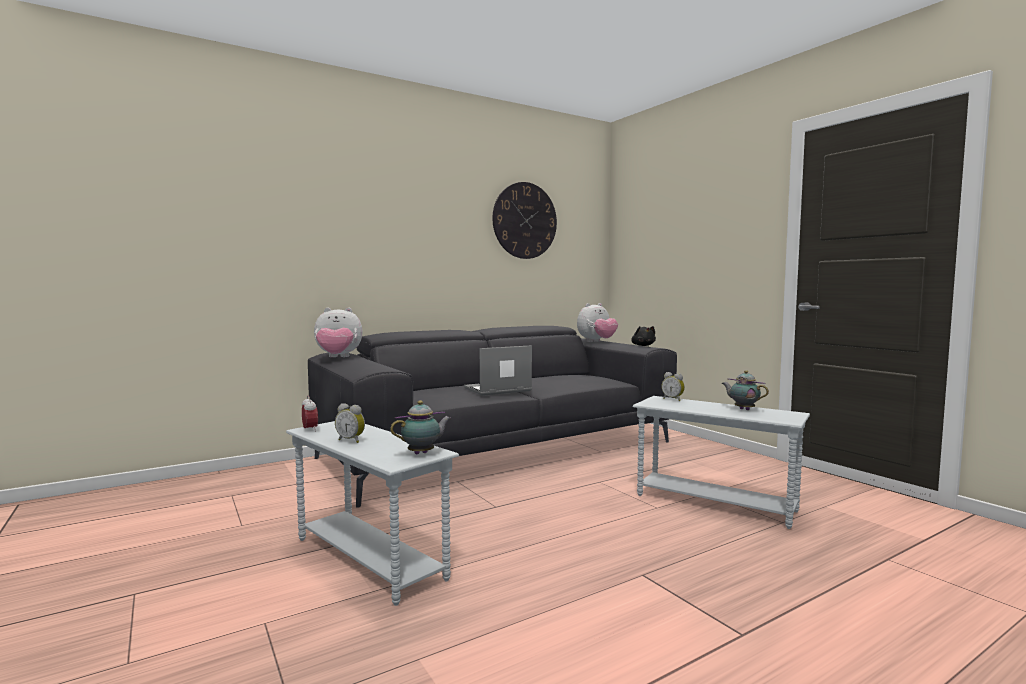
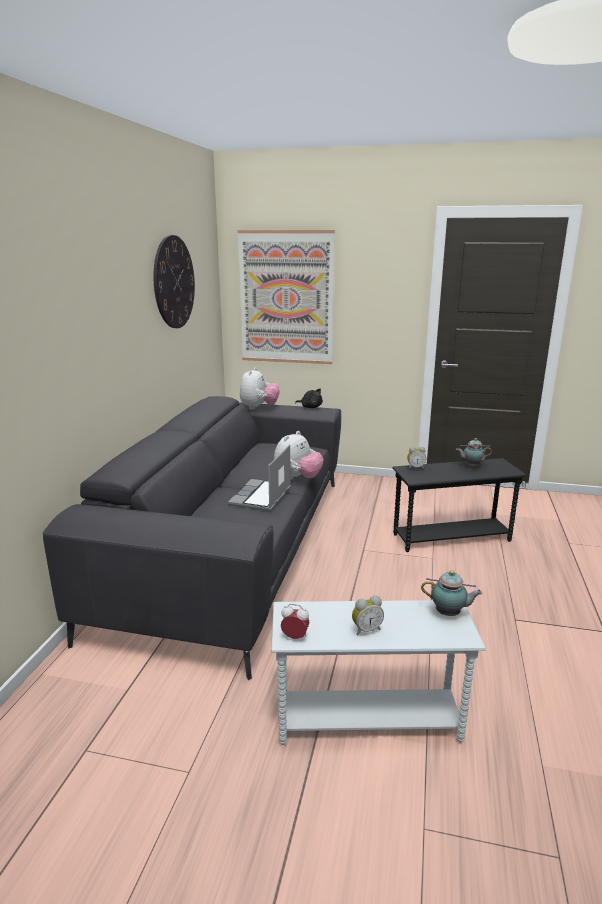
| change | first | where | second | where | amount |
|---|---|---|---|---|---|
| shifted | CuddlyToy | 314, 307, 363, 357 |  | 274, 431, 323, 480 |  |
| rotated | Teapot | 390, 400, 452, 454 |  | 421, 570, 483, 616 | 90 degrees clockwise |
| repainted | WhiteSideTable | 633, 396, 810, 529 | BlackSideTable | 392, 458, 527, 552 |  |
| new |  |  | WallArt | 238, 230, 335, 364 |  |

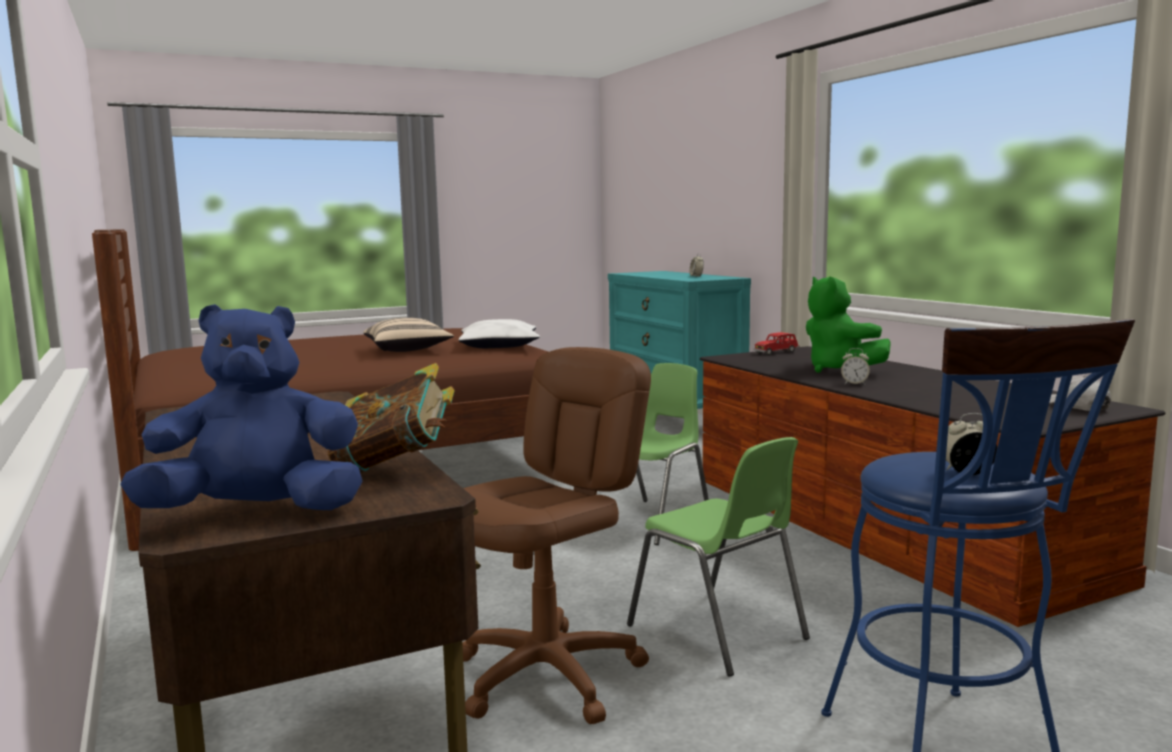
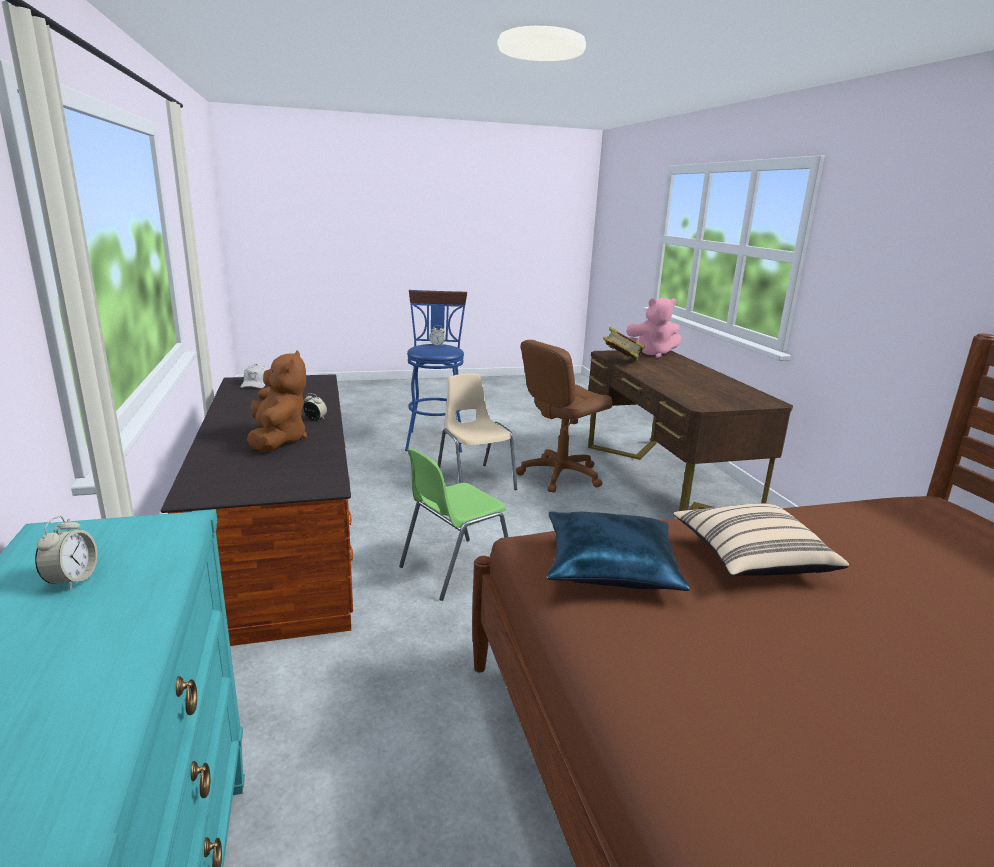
| change | first | where | second | where | amount |
|---|---|---|---|---|---|
| repainted | BlueColouredCuddlyToy | 120, 304, 363, 510 | PinkishCuddlyToy | 626, 298, 682, 358 |  |
| repainted | WhitePillow | 458, 319, 540, 348 | BlueColouredPillow | 547, 511, 690, 591 |  |
| repainted | GreenUprightChair | 627, 437, 810, 676 | BeigeColouredUprightChair | 438, 373, 517, 490 |  |
| gone | RedColouredToyCar | 753, 332, 800, 355 |  |  |  |
| repainted | GreenCuddlyToy | 806, 277, 891, 373 | BrownColouredCuddlyToy | 247, 350, 307, 452 |  |

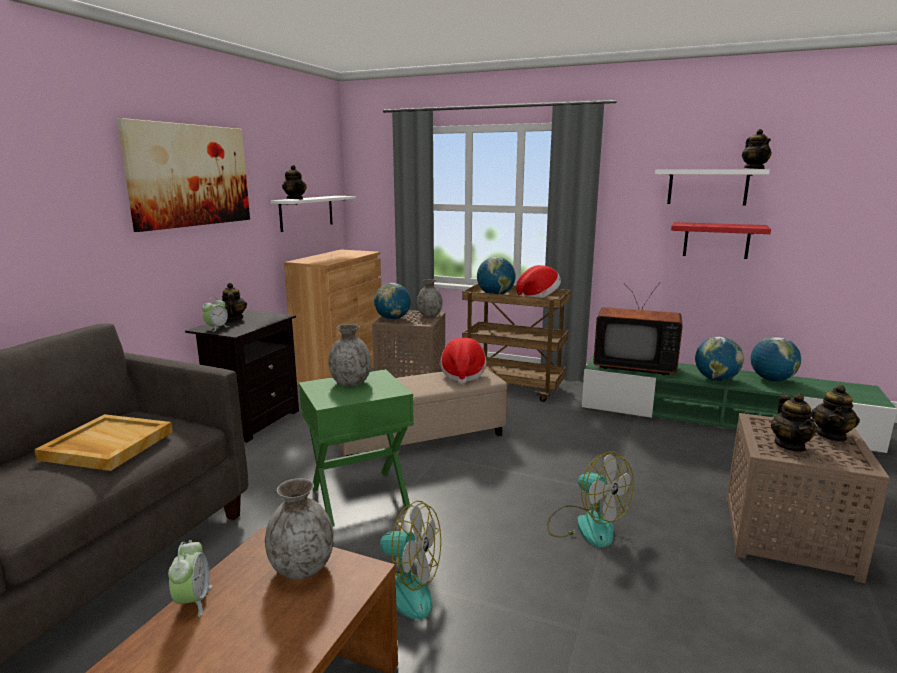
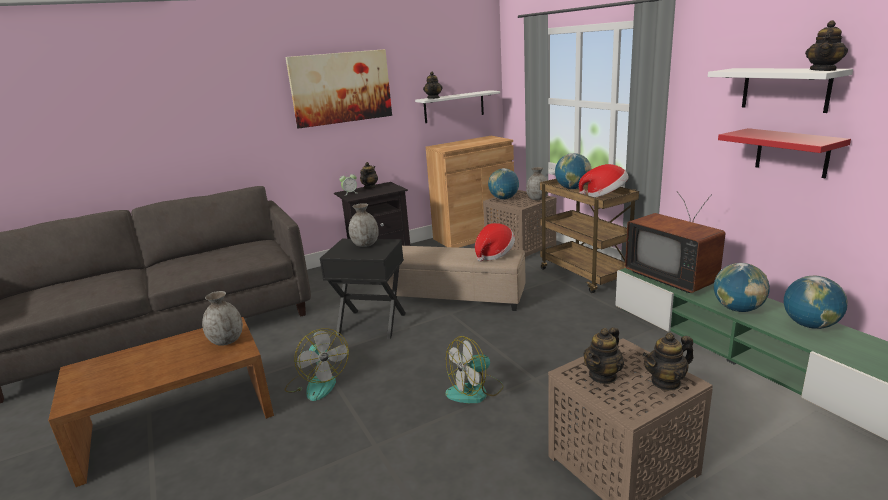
| change | first | where | second | where | amount |
|---|---|---|---|---|---|
| gone | BeigeColouredTray | 34, 414, 173, 471 |  |  |  |
| gone | BedsideClock | 168, 540, 212, 617 |  |  |  |
| repainted | GreenSideTable | 299, 369, 414, 526 | BlackSideTable | 320, 239, 406, 339 |  |
| rotated | CoolingFan | 547, 452, 634, 548 |  | 445, 336, 504, 403 | 60 degrees clockwise |

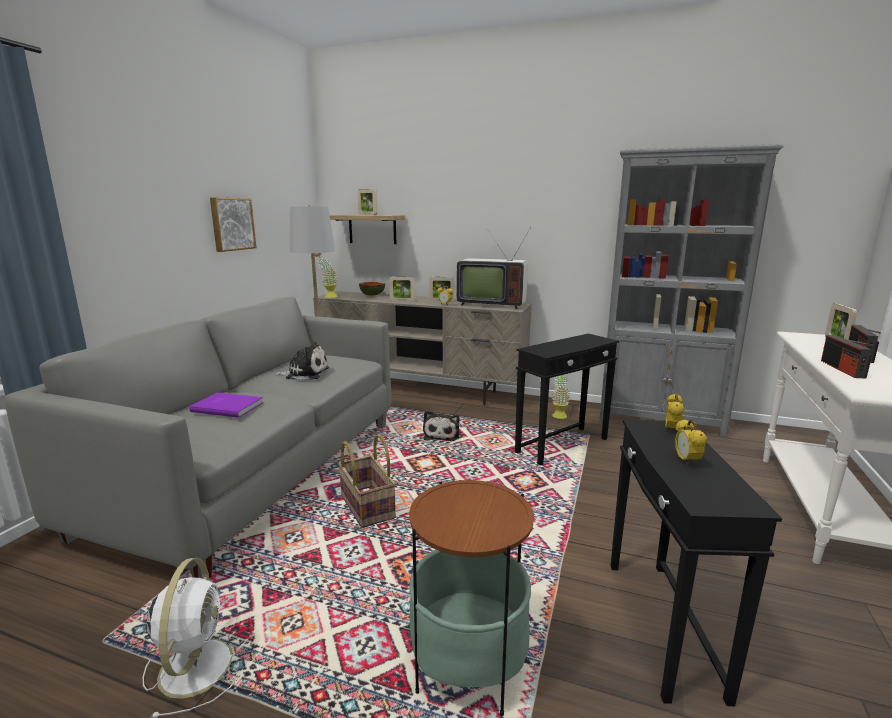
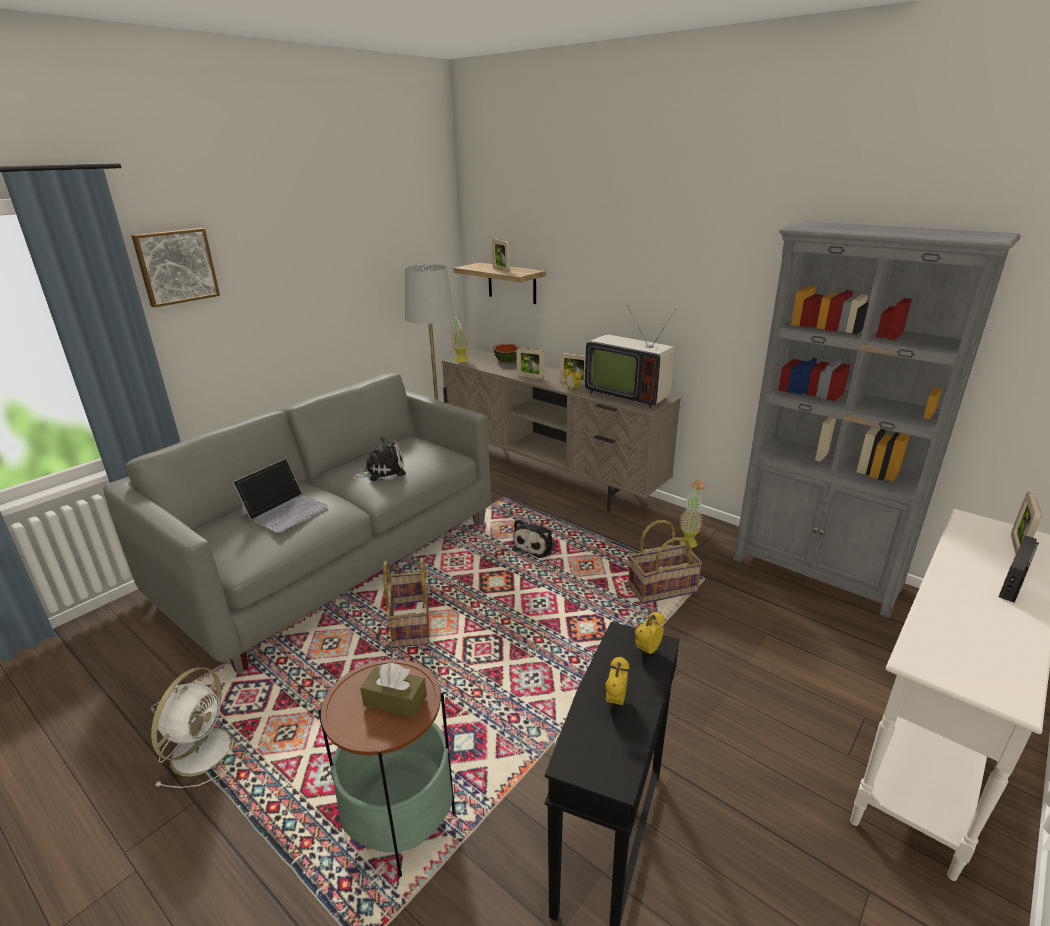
| change | first | where | second | where | amount |
|---|---|---|---|---|---|
| swapped | PurpleColouredVolume | 189, 393, 264, 418 | NotebookComputer | 232, 458, 328, 533 |  |
| shifted | WallArt | 210, 198, 257, 252 |  | 131, 228, 220, 308 |  |
| rotated | CuddlyToy | 274, 342, 329, 381 |  | 351, 436, 406, 481 | 45 degrees counterclockwise |
| swapped | BlackSideTable | 515, 334, 619, 466 | Basket | 628, 520, 702, 604 |  |
| gone | RadioReceiver | 821, 335, 874, 379 |  |  |  |
| new |  |  | BrownColouredTissueBox | 360, 663, 427, 718 |  |

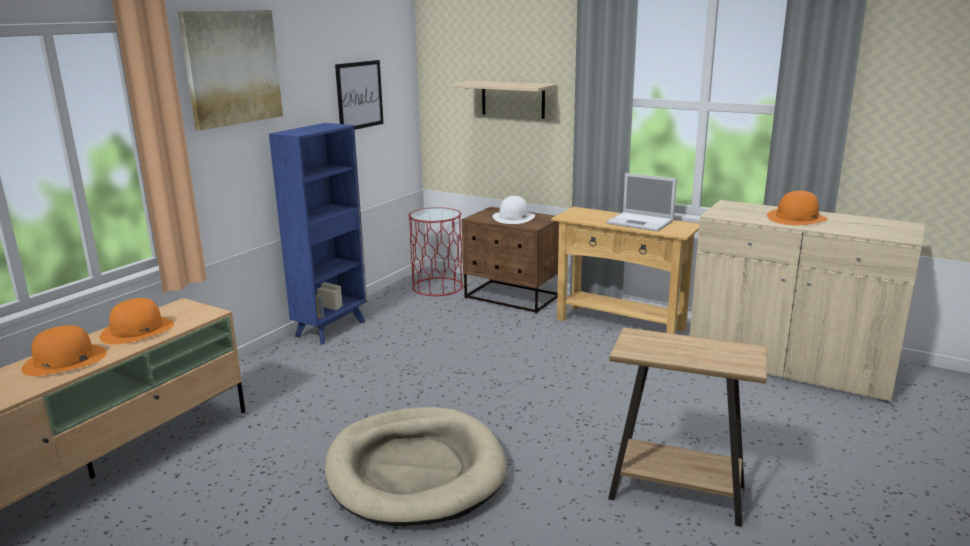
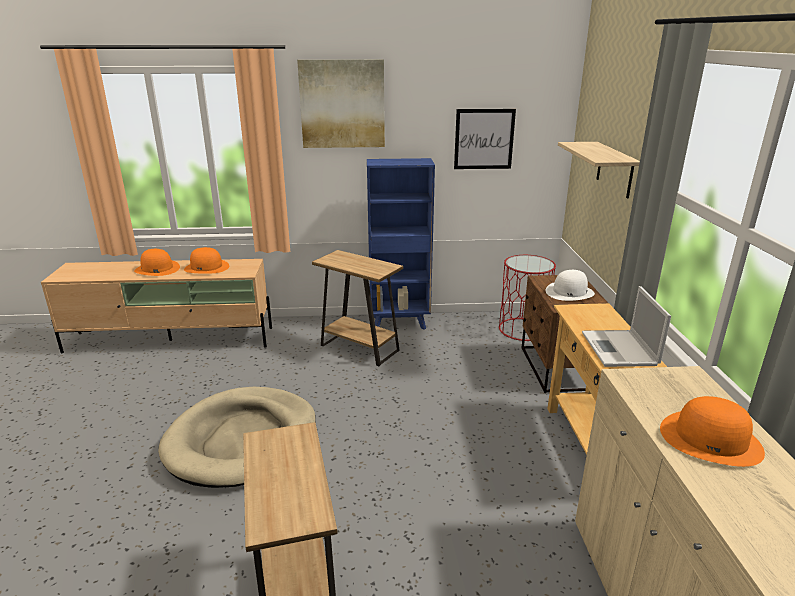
| change | first | where | second | where | amount |
|---|---|---|---|---|---|
| new |  |  | BrownColouredSideTable | 312, 250, 403, 366 |  |

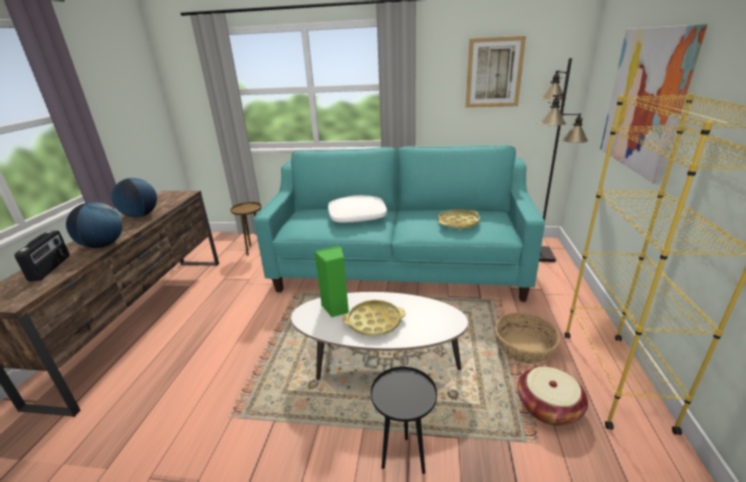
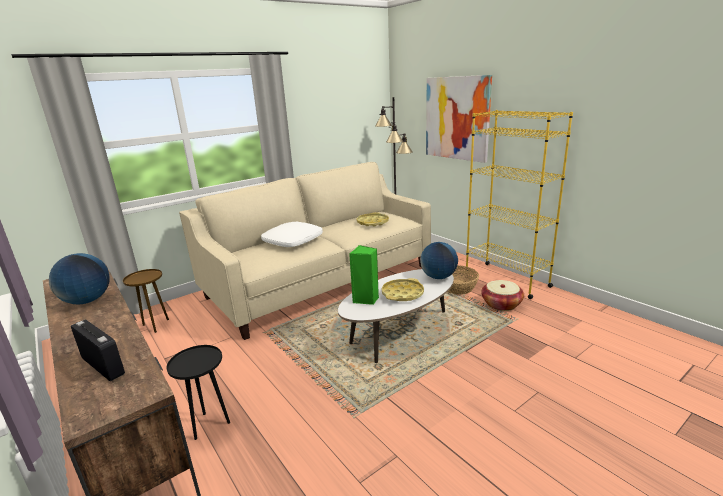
| change | first | where | second | where | amount |
|---|---|---|---|---|---|
| shifted | WorldGlobe | 66, 202, 123, 248 |  | 420, 242, 458, 279 |  |
| repainted | TurquoiseColouredCouch | 254, 145, 545, 302 | BeigeColouredCouch | 179, 162, 431, 340 |  |
| shifted | BlackSideTable | 371, 367, 437, 474 |  | 166, 345, 230, 440 |  |
| gone | WallArt | 466, 36, 526, 108 |  |  |  |

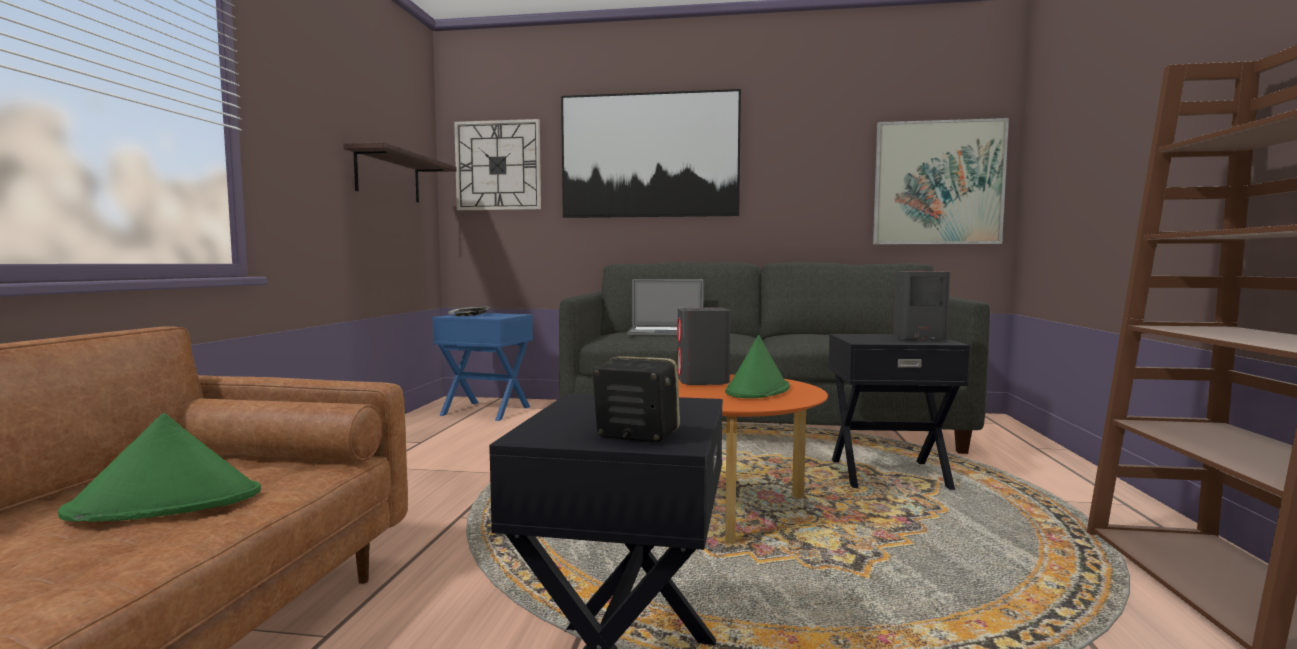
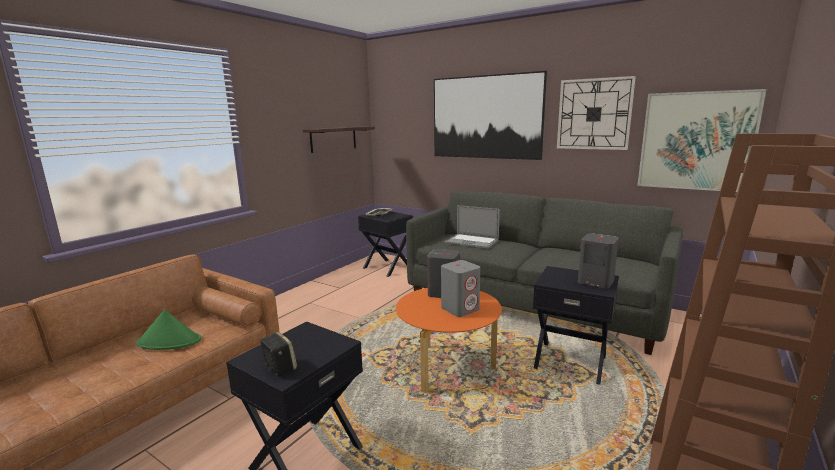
| change | first | where | second | where | amount |
|---|---|---|---|---|---|
| repainted | BlueColouredSideTable | 433, 313, 533, 421 | BlackSideTable | 358, 211, 413, 277 |  |
| shifted | ClockOnTheWall | 454, 119, 541, 210 |  | 557, 76, 636, 150 |  |
| swapped | GreenClothingHat | 725, 335, 789, 398 | GreyishSpeaker | 441, 260, 480, 317 |  |

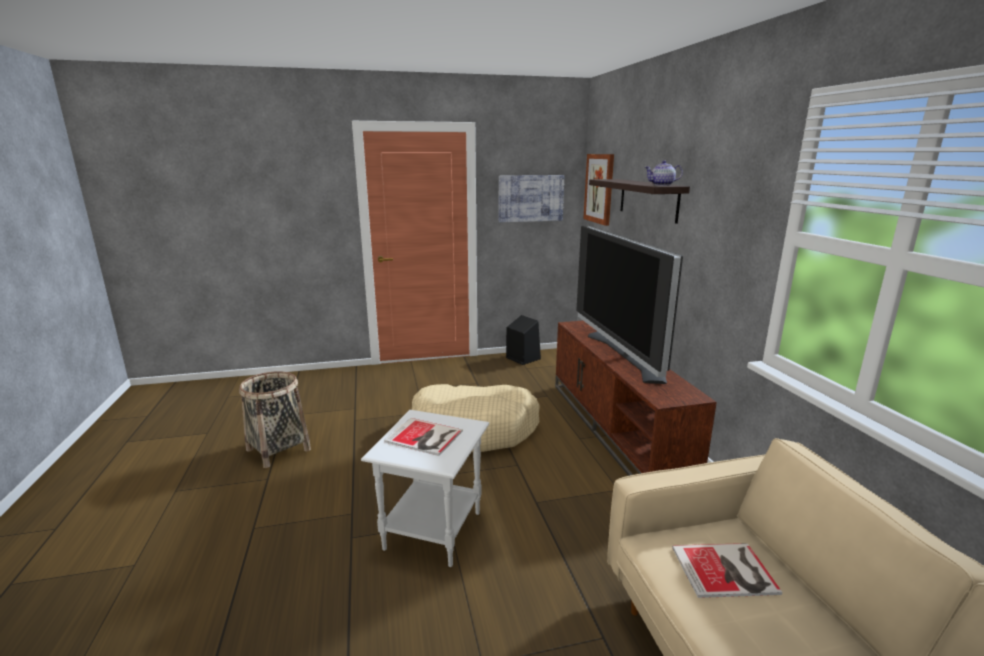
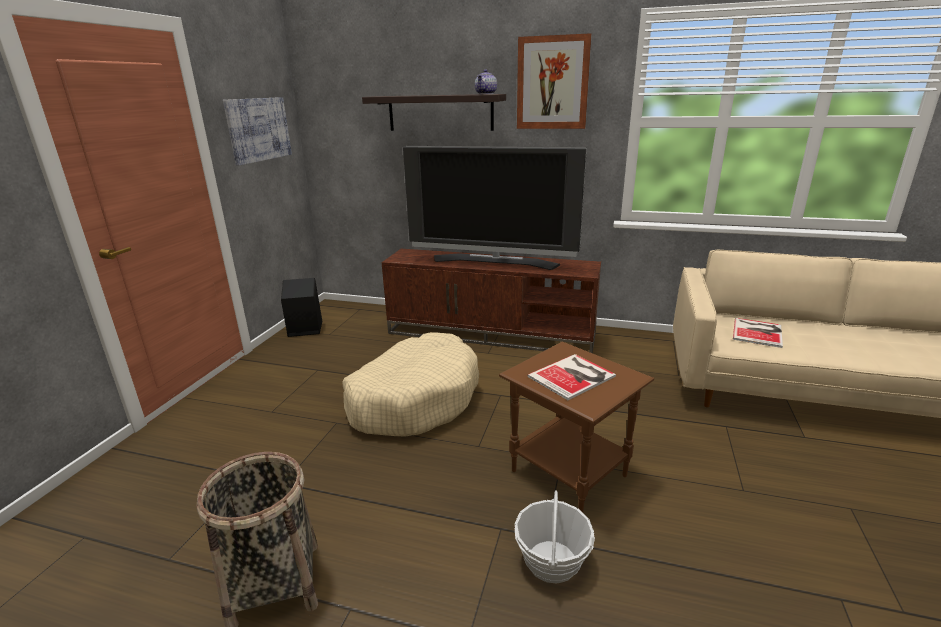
| change | first | where | second | where | amount |
|---|---|---|---|---|---|
| repainted | WhiteSideTable | 361, 410, 489, 567 | BrownColouredSideTable | 499, 342, 654, 513 |  |
| shifted | WallArt | 583, 154, 614, 226 |  | 517, 33, 592, 129 |  |
| new |  |  | Basket | 515, 490, 595, 584 |  |

